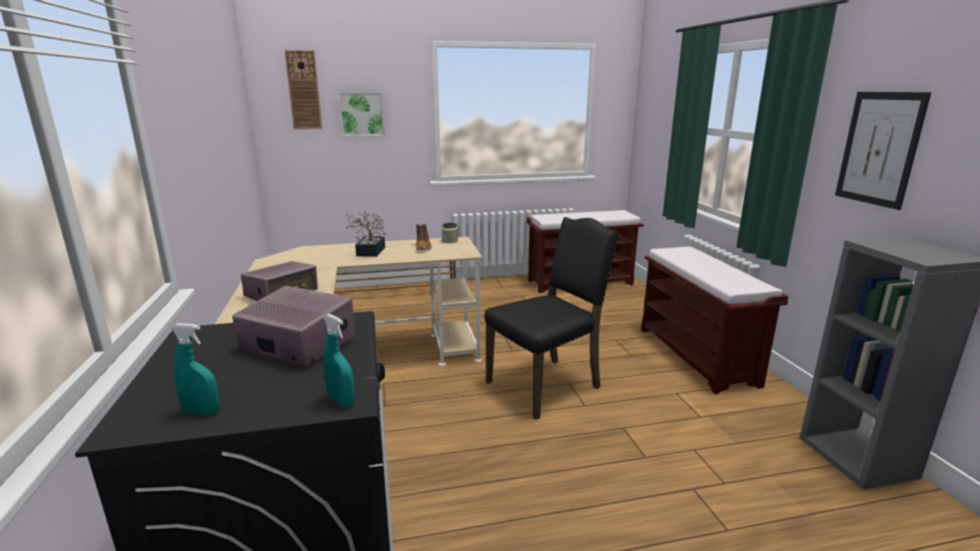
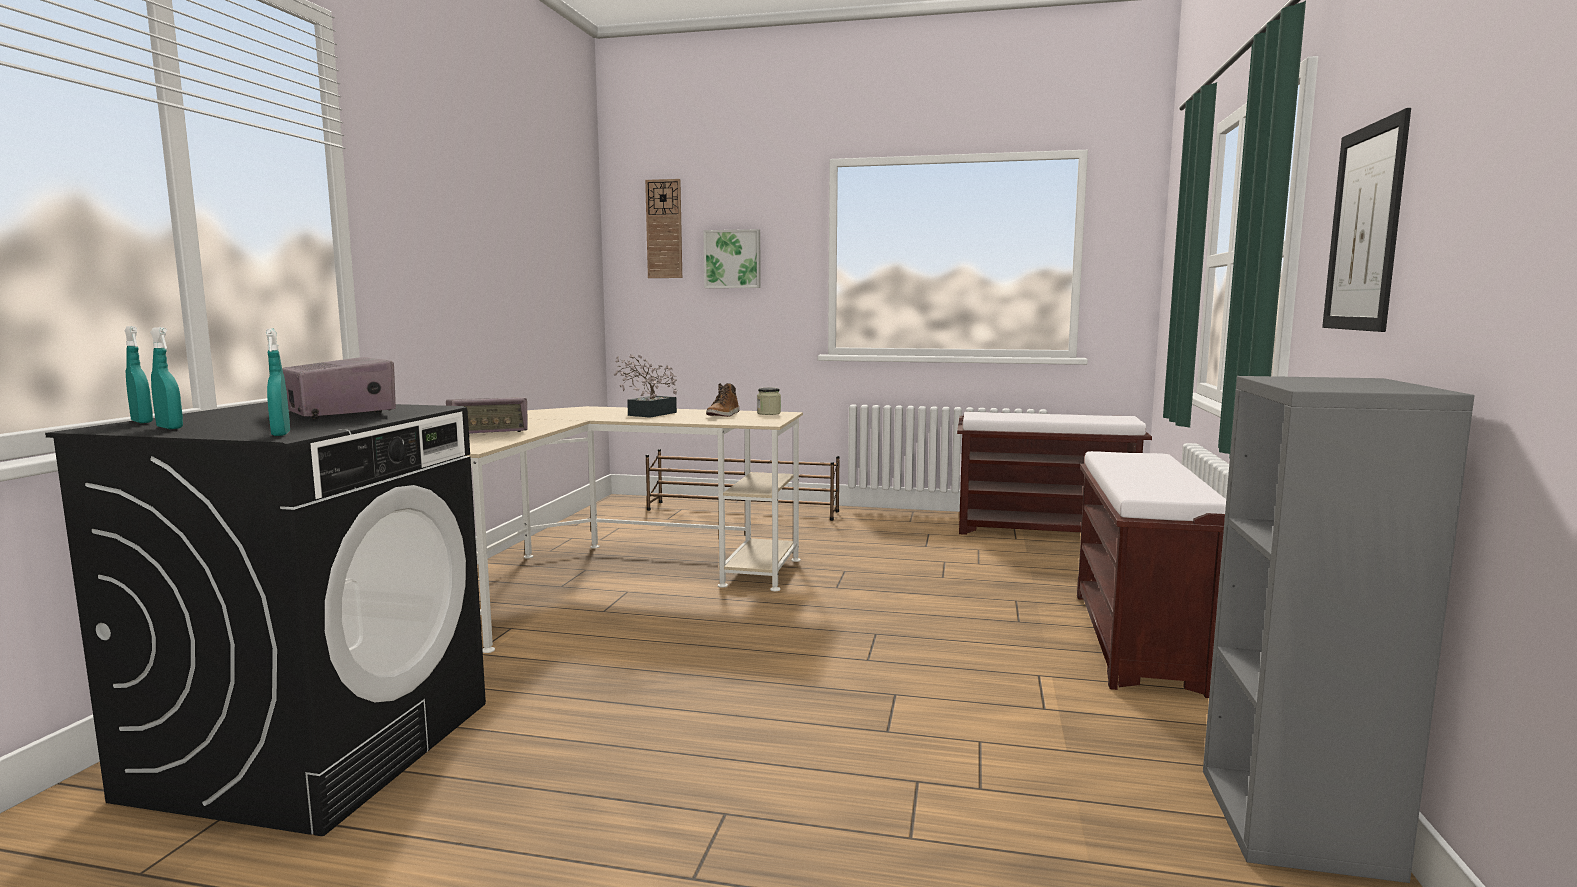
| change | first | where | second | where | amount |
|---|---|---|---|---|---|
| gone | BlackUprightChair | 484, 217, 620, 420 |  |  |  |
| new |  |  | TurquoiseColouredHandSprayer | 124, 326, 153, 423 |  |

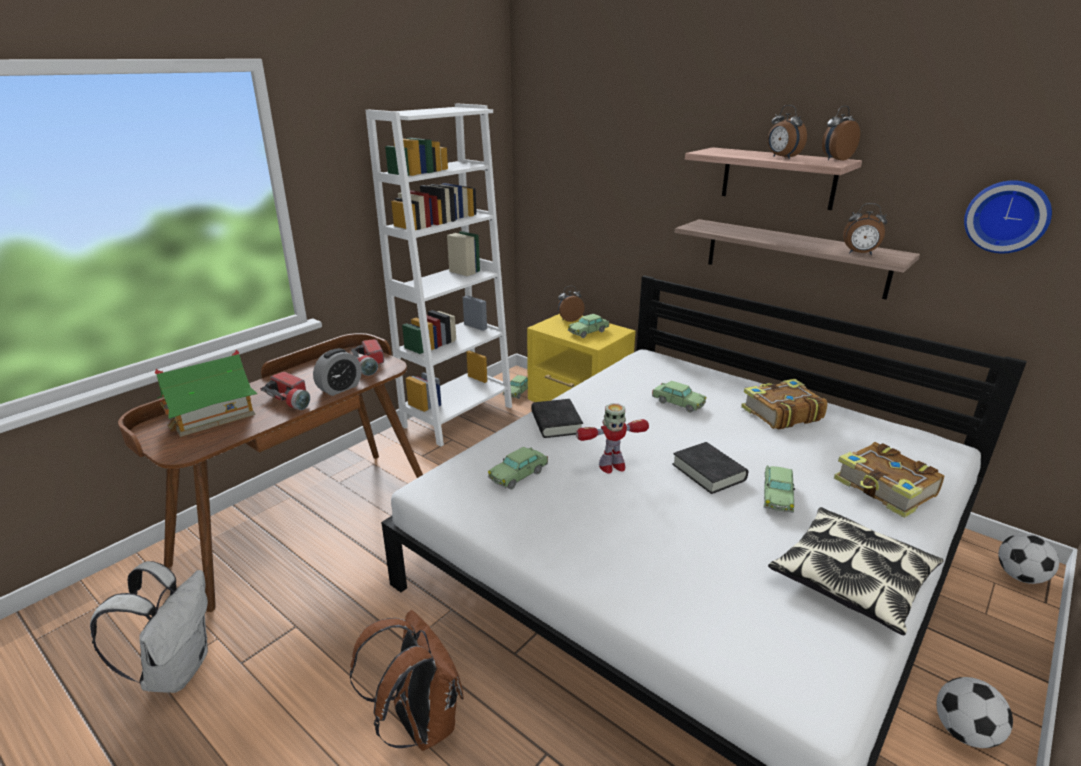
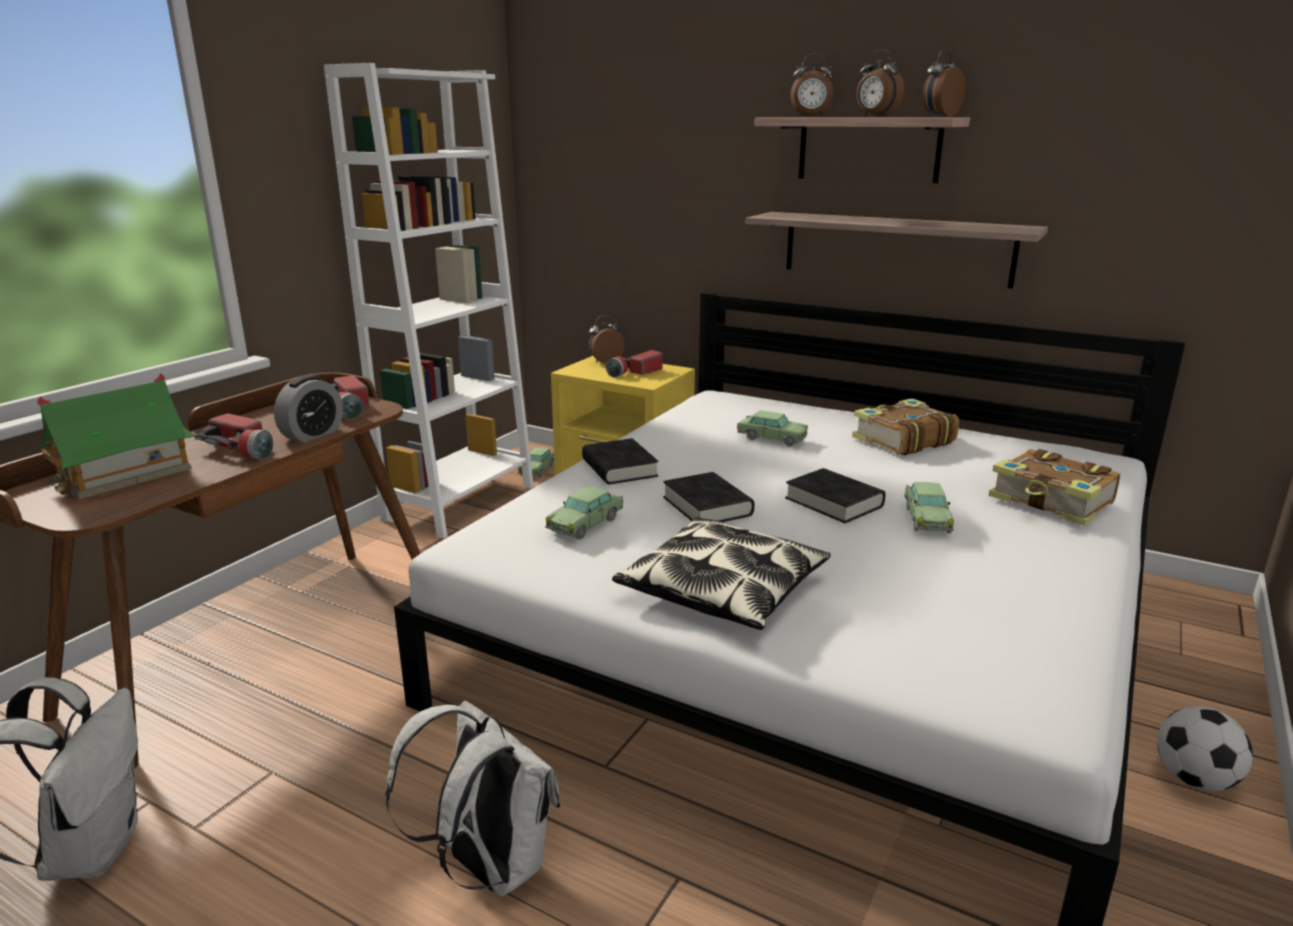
| change | first | where | second | where | amount |
|---|---|---|---|---|---|
| repainted | BrownColouredRucksack | 350, 610, 464, 751 | WhiteRucksack | 385, 701, 560, 897 |  |
| swapped | ToyCar | 568, 314, 609, 338 | Flashlight | 605, 350, 663, 377 |  |
| swapped | ToyRobot | 576, 403, 649, 474 | BlackVolume | 663, 472, 754, 522 |  |
| shifted | Pillow | 768, 507, 944, 635 |  | 612, 517, 831, 630 |  |
| shifted | BedsideClock | 843, 203, 887, 255 |  | 791, 54, 834, 117 |  |
| gone | ClockOnTheWall | 964, 180, 1052, 253 |  |  |  |
| gone | FootballBall | 998, 533, 1059, 584 |  |  |  |

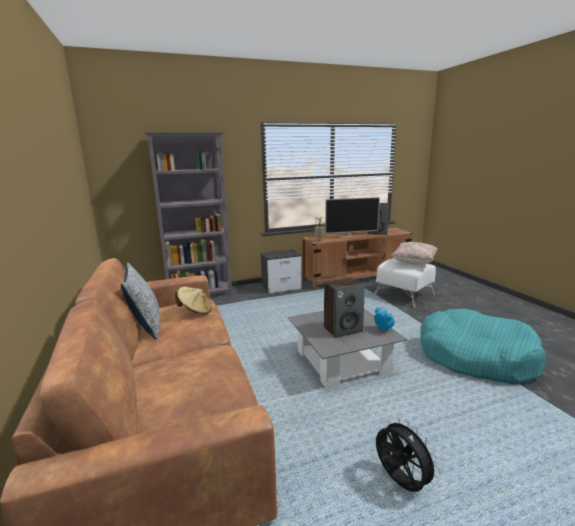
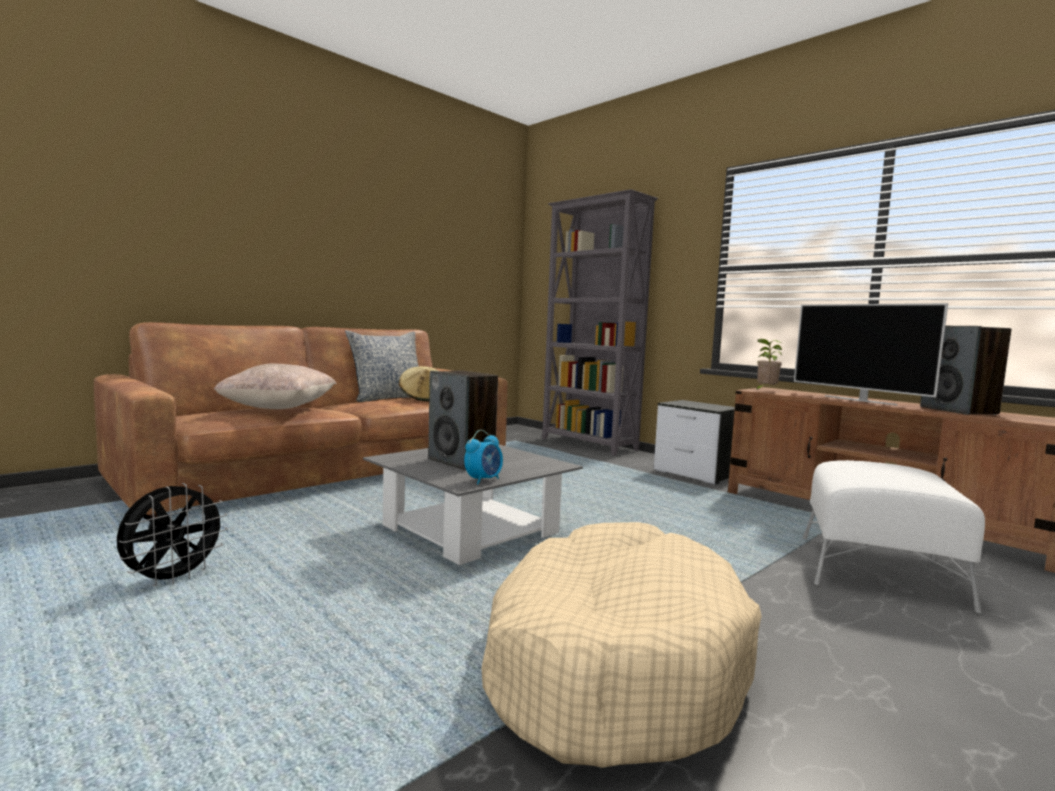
| change | first | where | second | where | amount |
|---|---|---|---|---|---|
| shifted | BeigeColouredPillow | 392, 242, 437, 265 |  | 214, 363, 337, 409 |  |
| repainted | TurquoiseColouredDogCushion | 420, 309, 546, 384 | BeigeColouredDogCushion | 482, 522, 762, 768 |  |

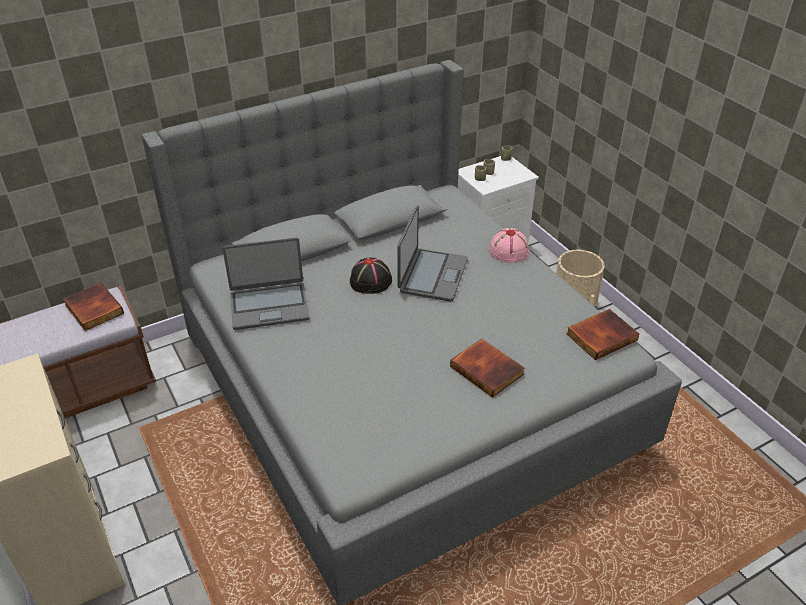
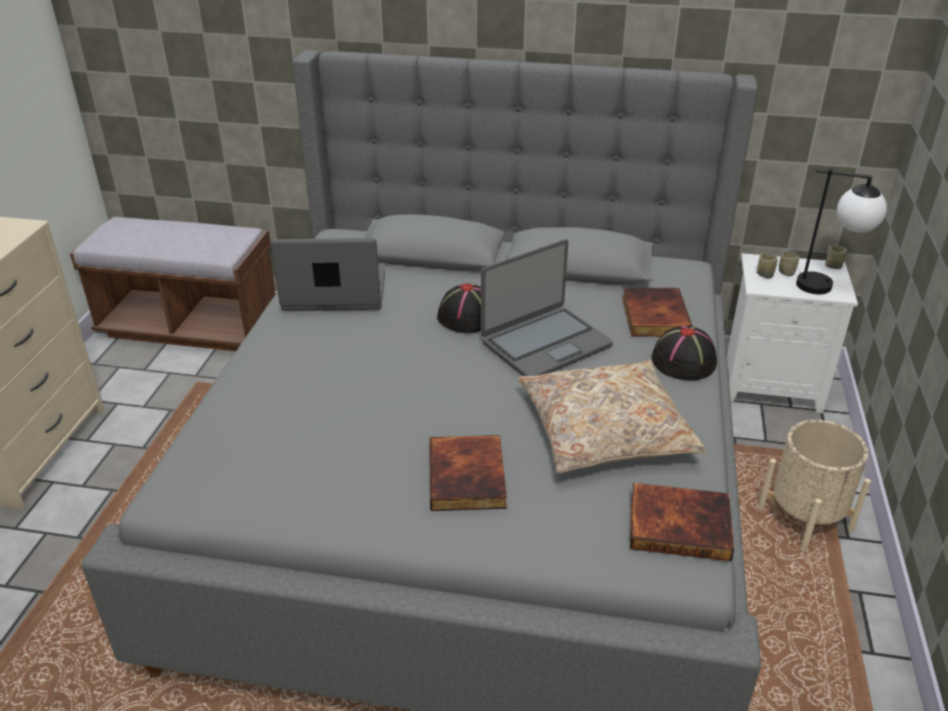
| change | first | where | second | where | amount |
|---|---|---|---|---|---|
| shifted | Volume | 63, 283, 124, 331 |  | 622, 288, 692, 337 |  |
| rotated | NotebookComputer | 222, 238, 310, 330 |  | 271, 238, 385, 311 | 150 degrees clockwise |
| repainted | PinkishClothingHat | 489, 228, 529, 263 | BlackClothingHat | 651, 325, 717, 380 |  |
| new |  |  | BeigeColouredPillow | 518, 360, 707, 473 |  |
| new |  |  | LampForATable | 796, 169, 887, 294 |  |

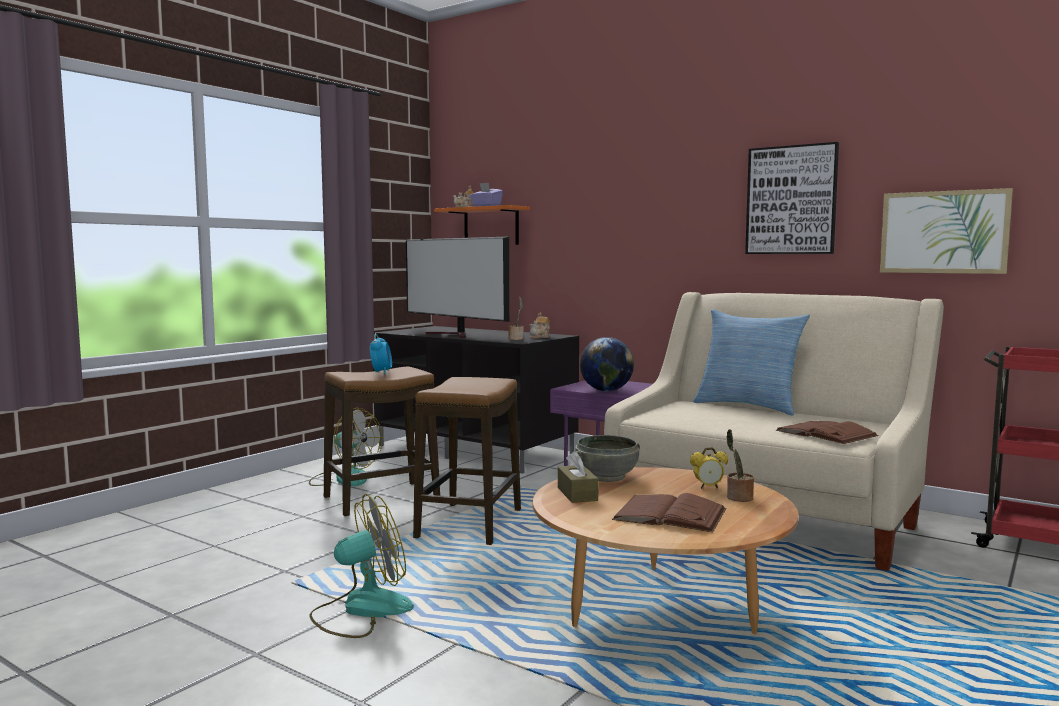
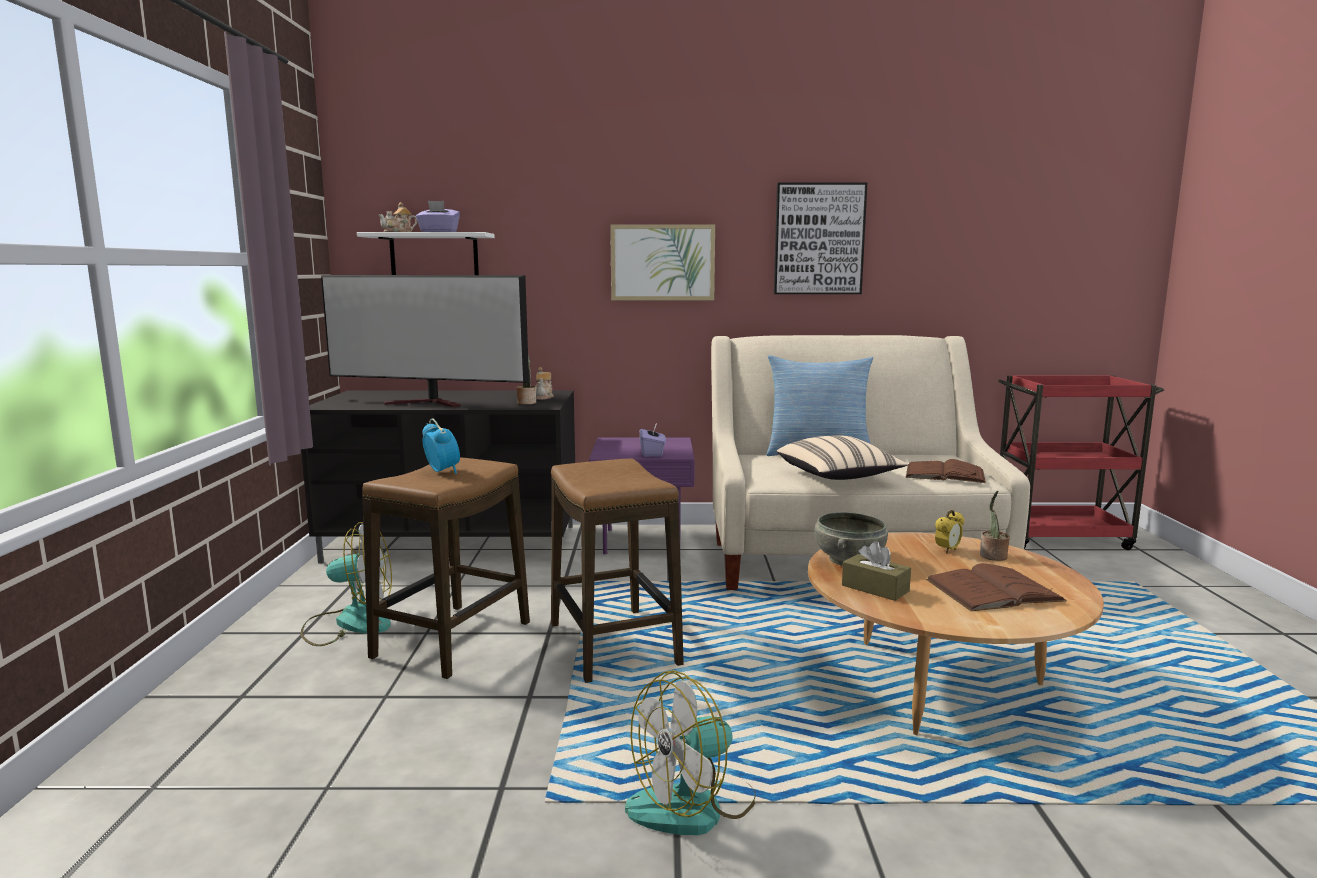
| change | first | where | second | where | amount |
|---|---|---|---|---|---|
| rotated | CoolingFan | 309, 494, 414, 638 |  | 625, 670, 756, 835 | 150 degrees counterclockwise |
| repainted | OrangeyShelf | 434, 205, 530, 245 | WhiteShelf | 357, 232, 495, 275 |  |
| swapped | WorldGlobe | 580, 337, 634, 391 | PurpleColouredTissueBox | 639, 423, 666, 457 |  |
| shifted | WallArt | 880, 188, 1013, 274 |  | 610, 224, 715, 300 |  |
| new |  |  | BeigeColouredPillow | 777, 435, 907, 480 |  |

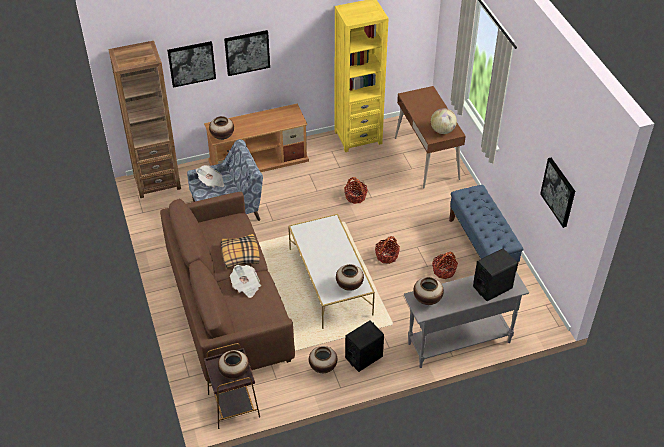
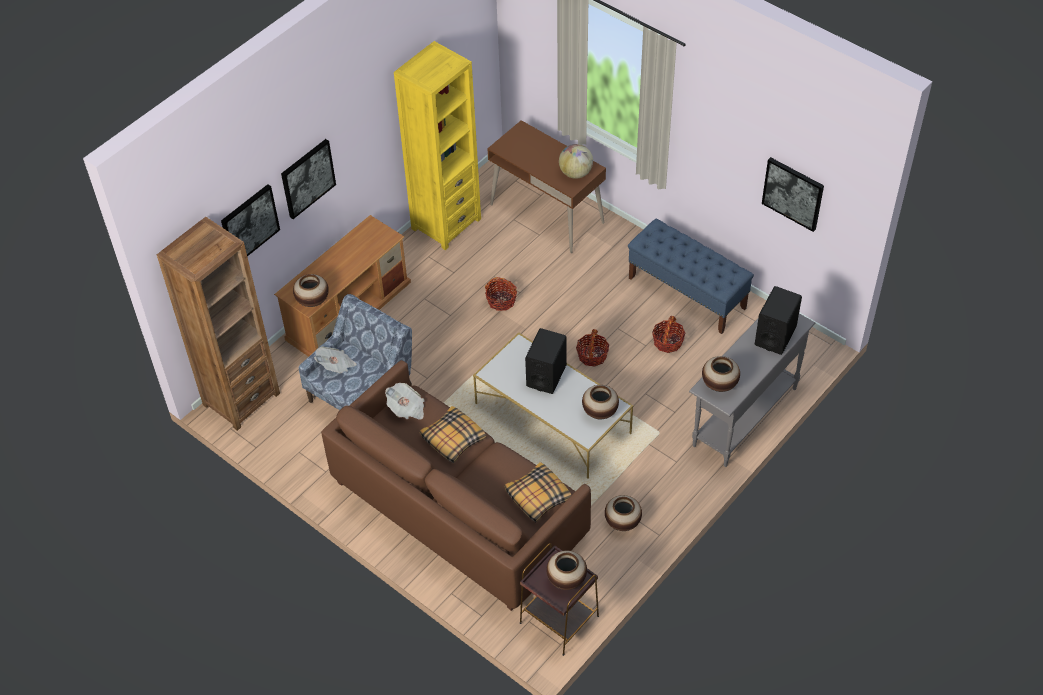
| change | first | where | second | where | amount |
|---|---|---|---|---|---|
| shifted | Newspaper | 230, 265, 261, 298 |  | 385, 383, 424, 420 |  |
| shifted | BlackSpeaker | 345, 321, 384, 372 |  | 525, 328, 567, 394 |  |
| new |  |  | Pillow | 504, 462, 572, 522 |  |

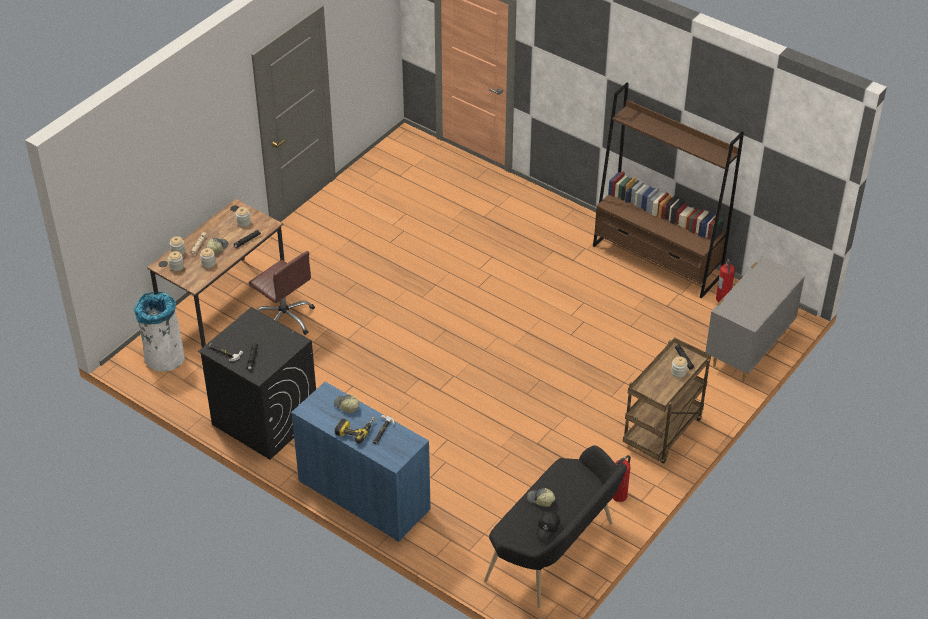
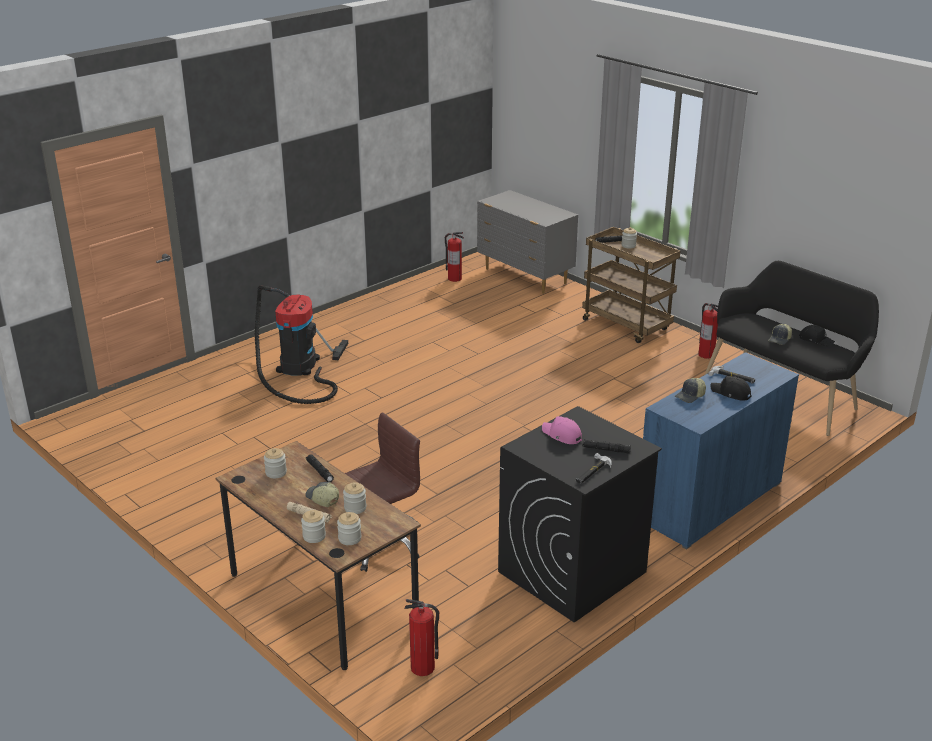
| change | first | where | second | where | amount |
|---|---|---|---|---|---|
| swapped | WhiteWasteBin | 134, 292, 185, 372 | FireExtinguisher | 405, 599, 439, 676 |  |
| swapped | Drill | 335, 417, 375, 444 | BlackCap | 710, 376, 752, 401 |  |
| gone | BrownColouredBookshelf | 593, 83, 744, 298 |  |  |  |
| new |  |  | Hoover | 255, 285, 348, 404 |  |
| new |  |  | PinkishCap | 542, 416, 582, 444 |  |

